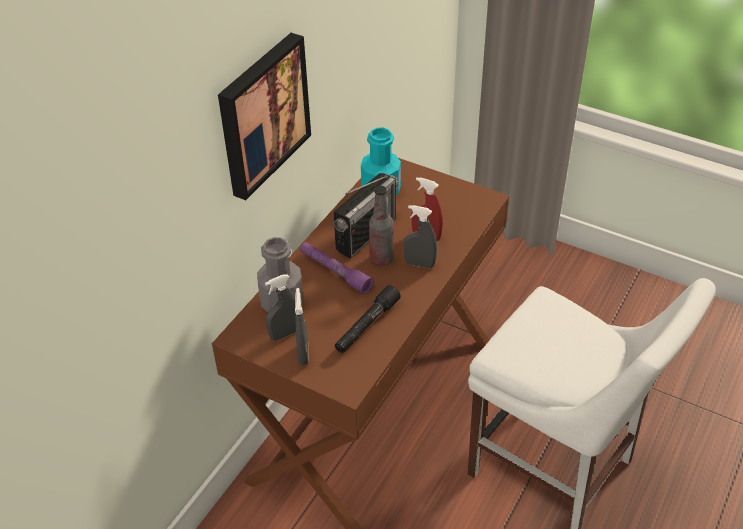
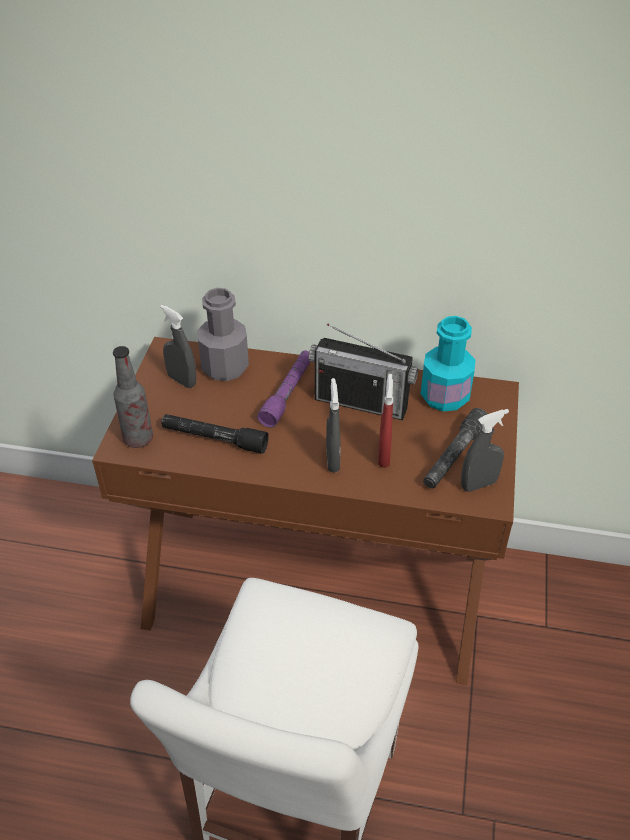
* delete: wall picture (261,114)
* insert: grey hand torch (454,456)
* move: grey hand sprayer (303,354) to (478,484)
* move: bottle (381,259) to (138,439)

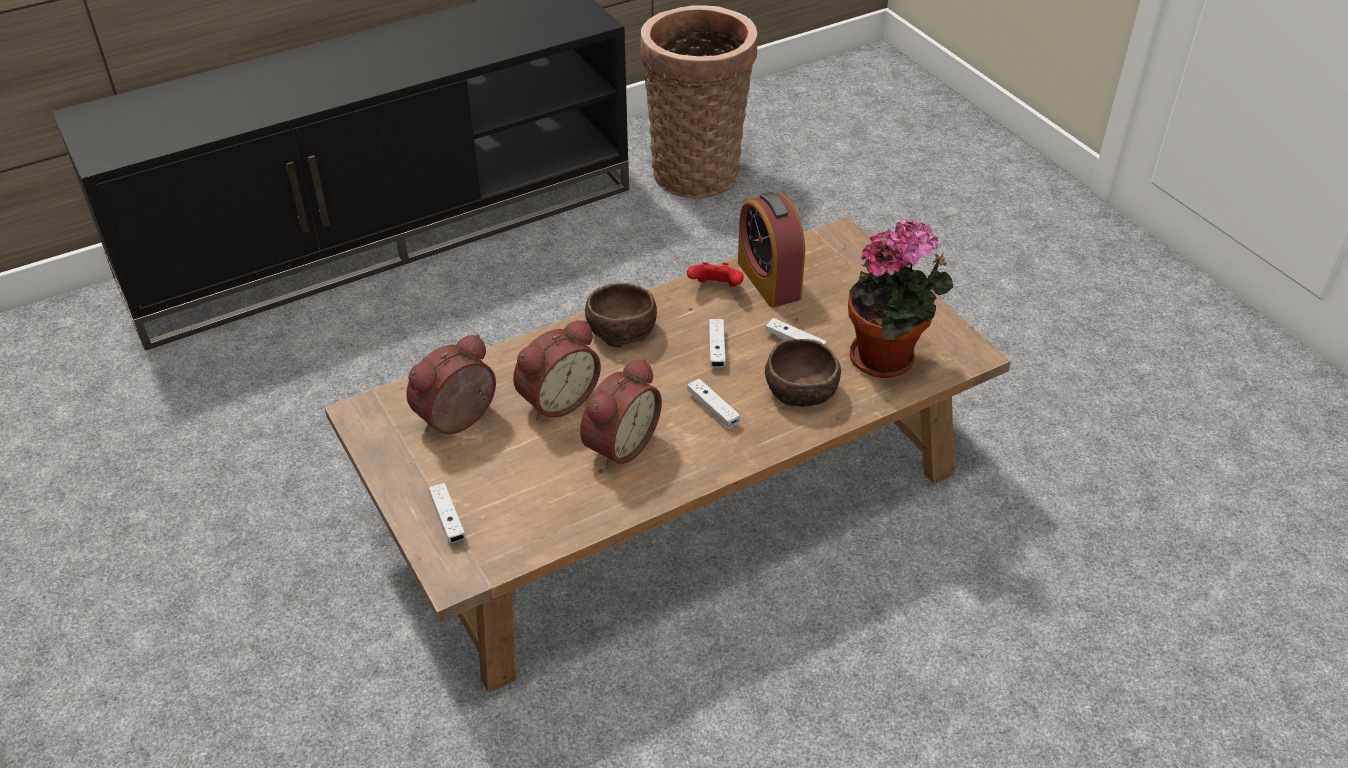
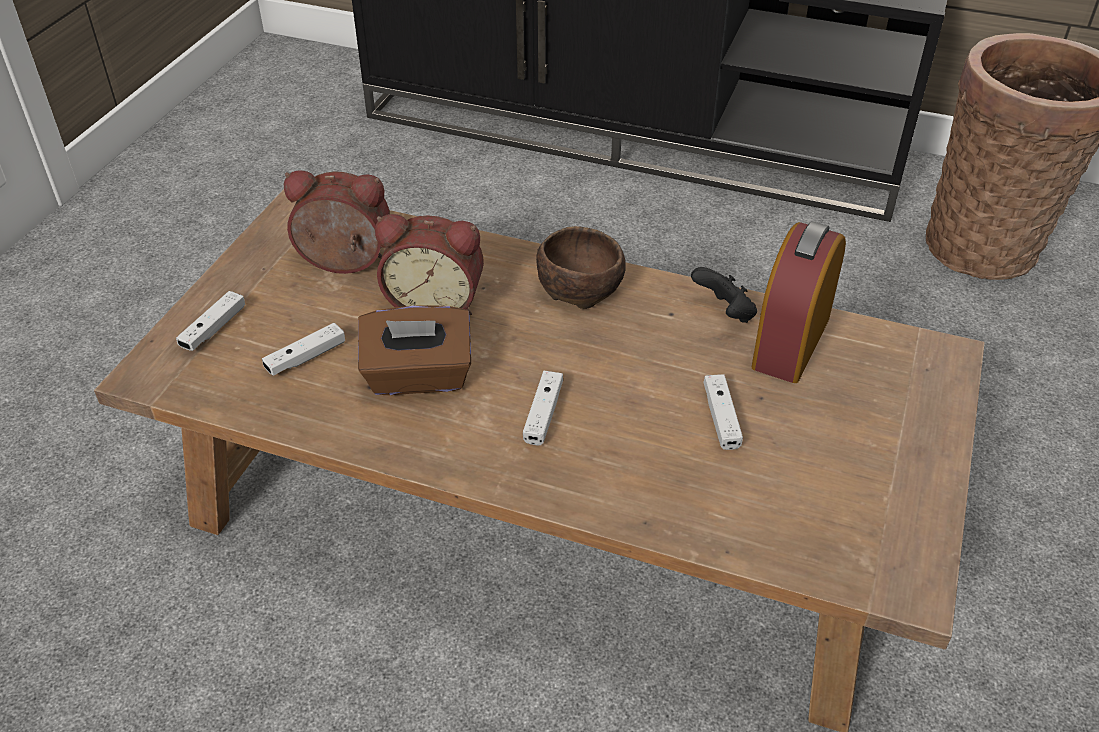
* delete: brown deep dish (802,391)
* delete: plant in a pot (888,359)
* move: whitish joypad (716,349) to (306,357)
* replace: alarm clock (618,444) to brown box of tissues (418,377)
* recolor: red-coloured joypad (716,288) to blackish joypad (724,313)

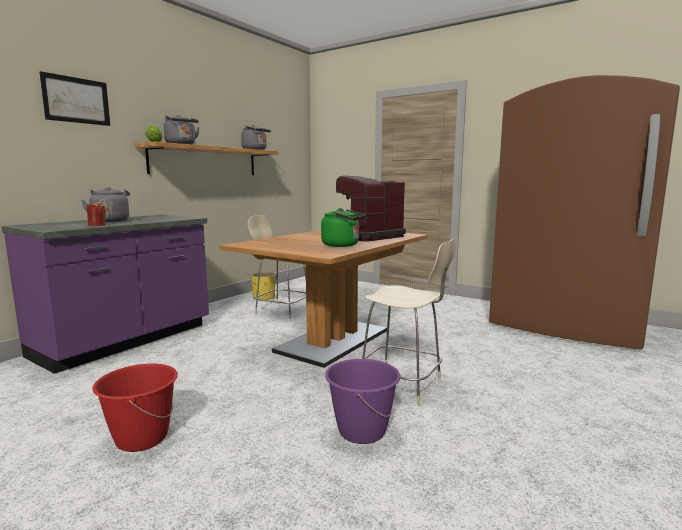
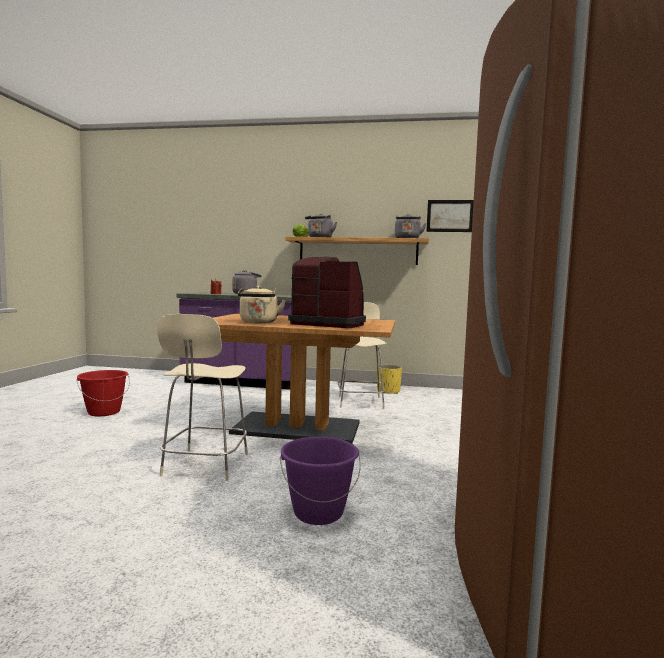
* move: wall picture (76,100) to (450,216)
* move: purple pail (361,431) to (318,512)
* recolor: green tea kettle (343,245) to beige tea kettle (258,322)

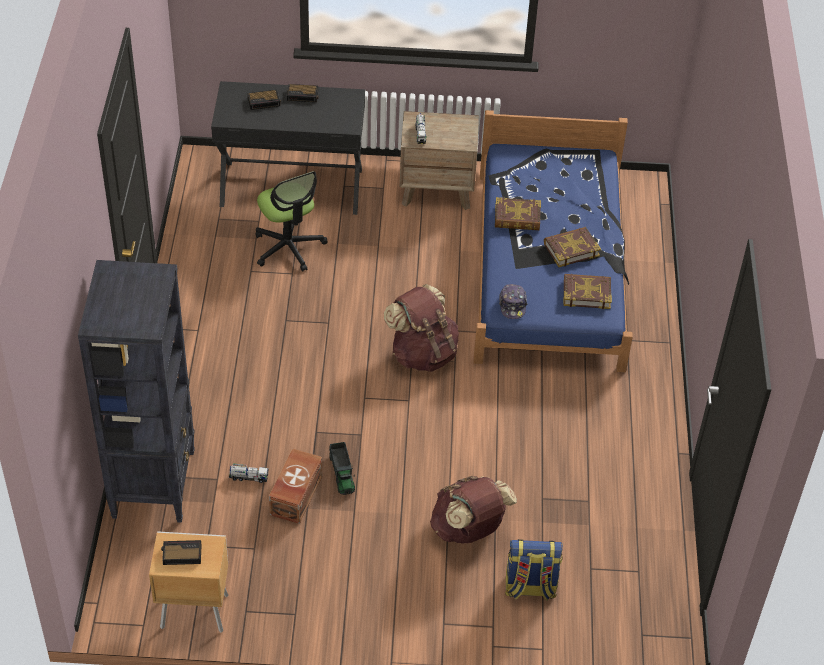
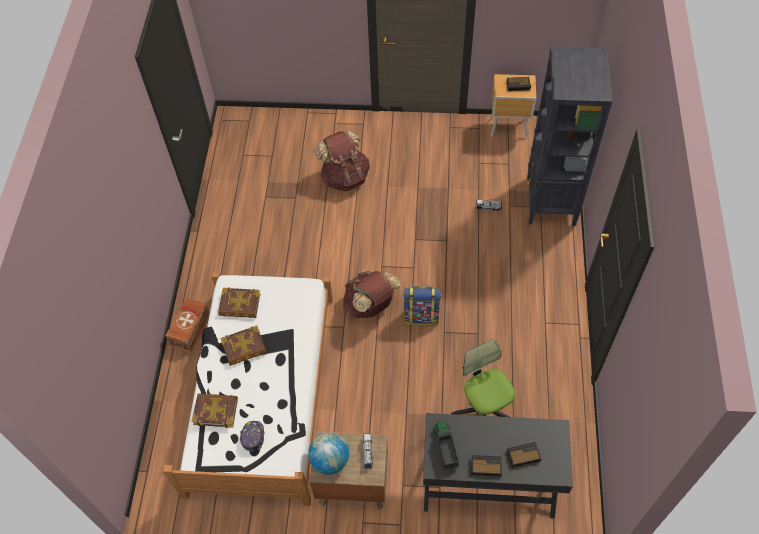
* insert: desk globe (330,460)
* move: brown storage box (295,495) to (191,329)
* move: toy lorry (342,473) to (445,448)
* move: book (517,218) to (216,411)
* move: peaked cap (512,305) to (252,437)
* move: backpack (530,587) to (421,316)
* recolor: blue-coloured bed (548,268) to whitish bed (261,392)

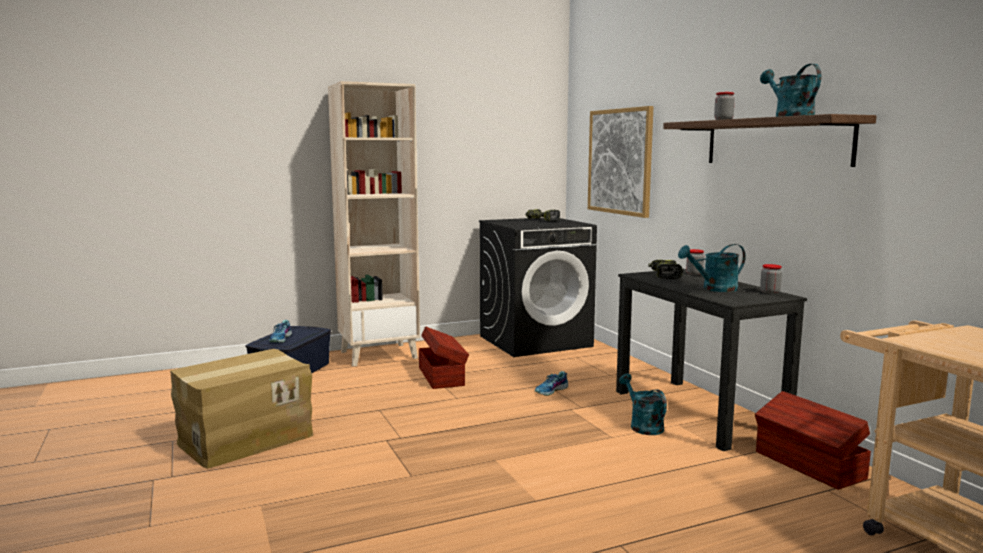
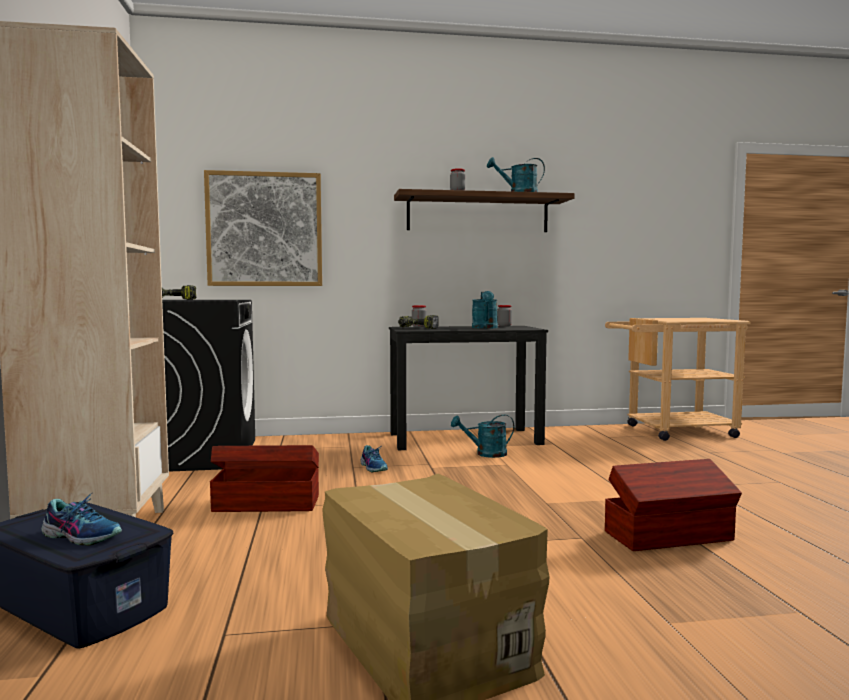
* move: brown storage box (809,466) to (670,536)

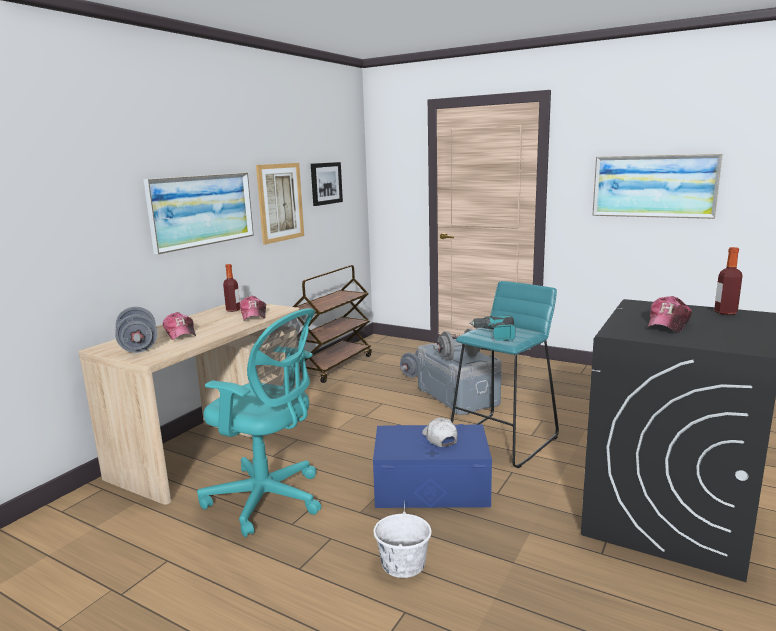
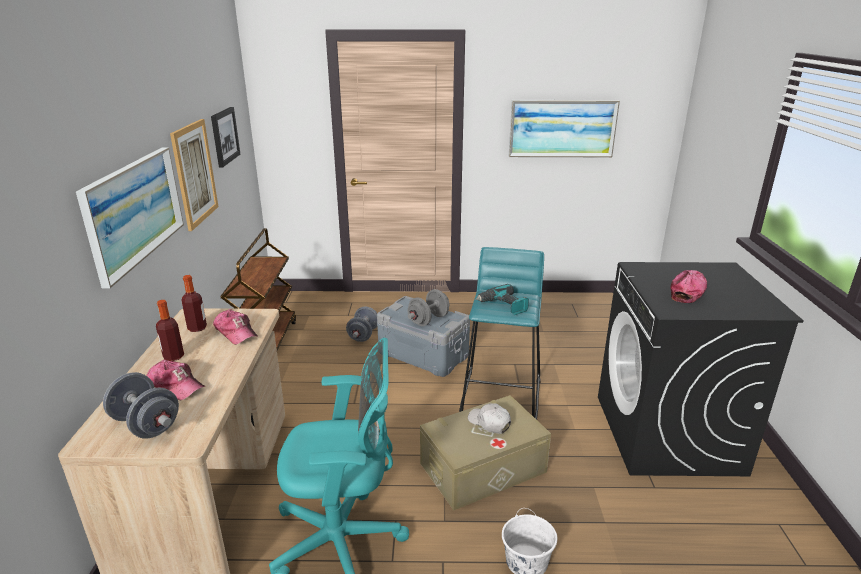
* move: bottle (725,312) to (173,357)
* recolor: blue-coloured storage box (431,486) to beige storage box (482,468)
* rotate: peaked cap (668,324) = (688,291) 150 degrees counterclockwise

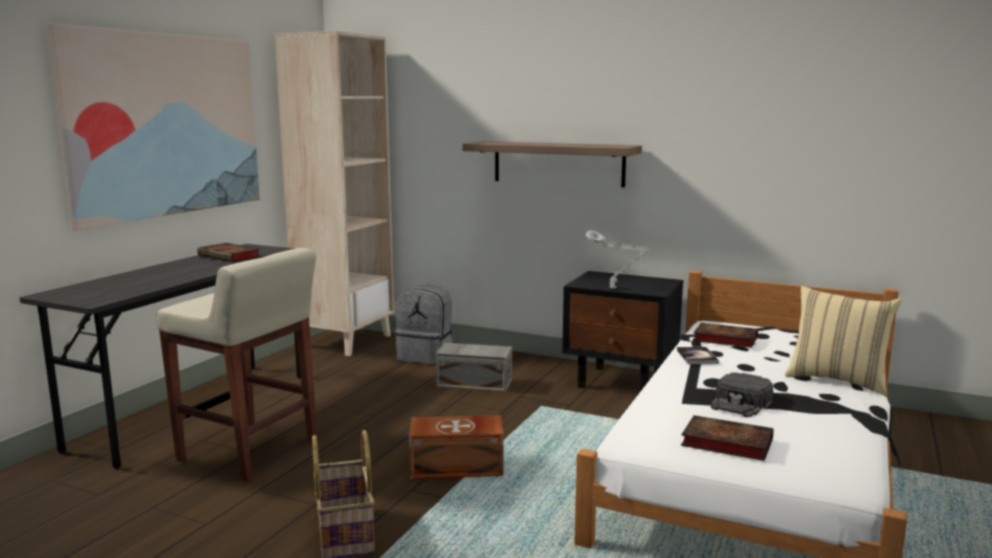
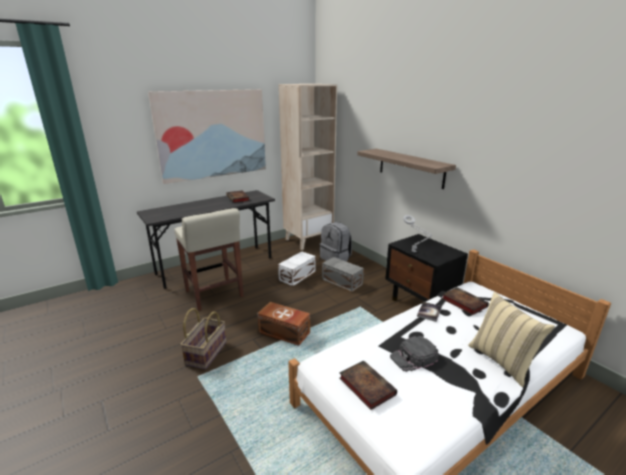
* insert: whitish storage box (296,276)

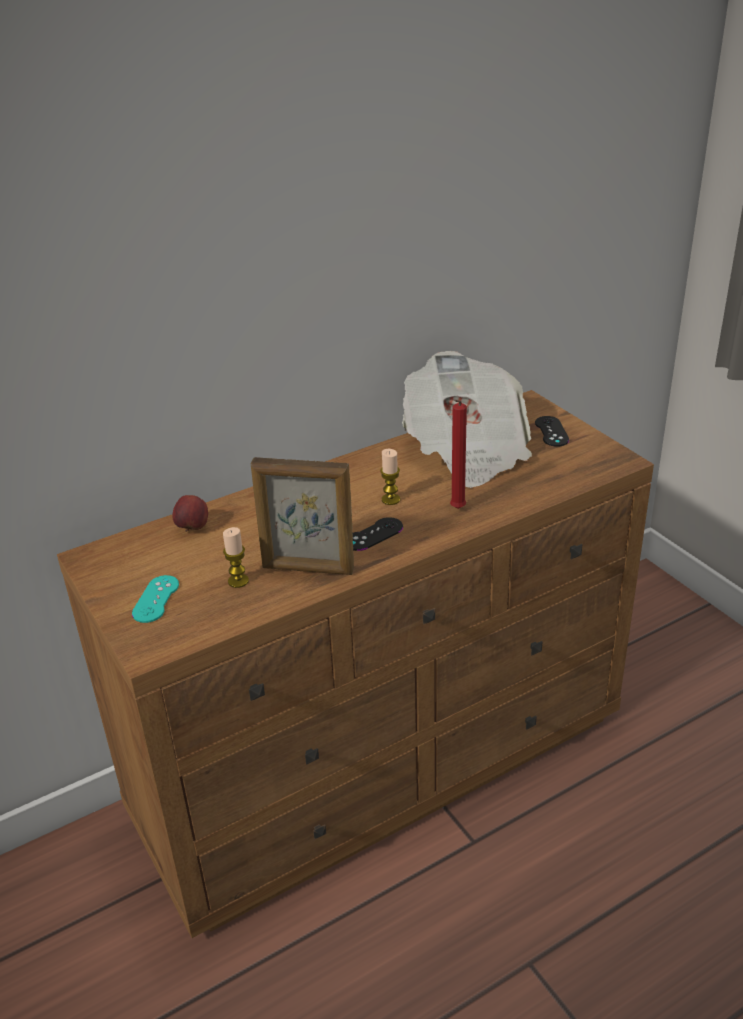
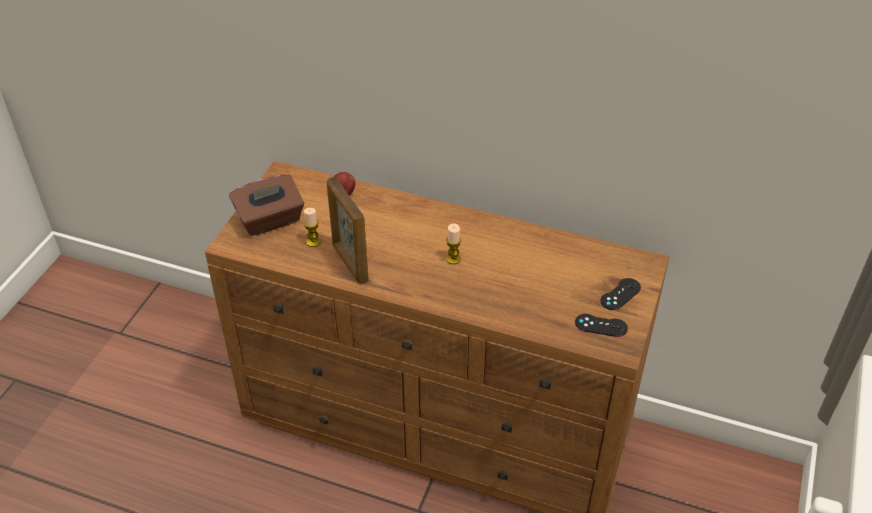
* delete: printed paper (466,450)
* delete: red-coloured wax candle (456,510)
* move: blackish joypad (373,534) to (601,325)
* replace: blue-green joypad (156,599) to brown box of tissues (270,220)

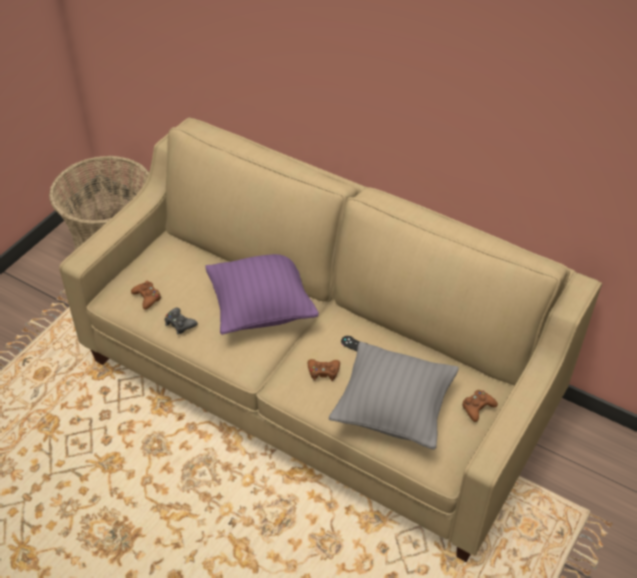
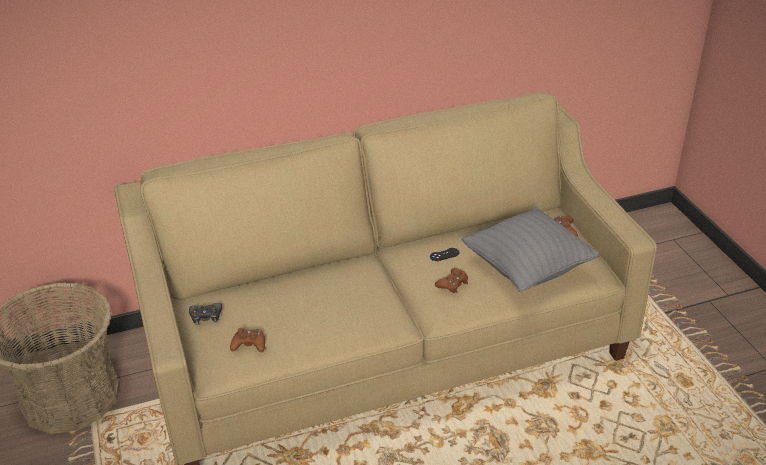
* delete: purple cushion (261,308)
* move: blackish joypad (180,324) to (206,316)

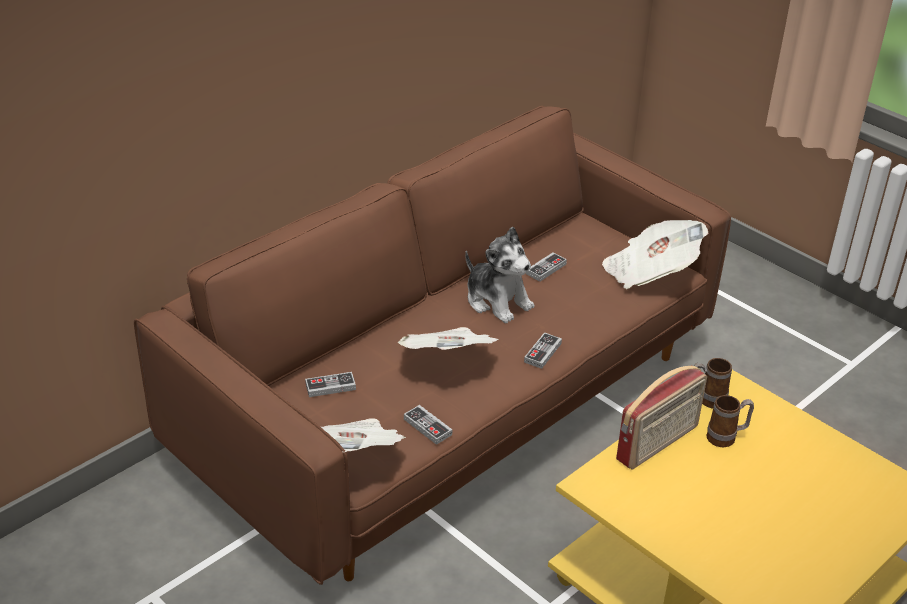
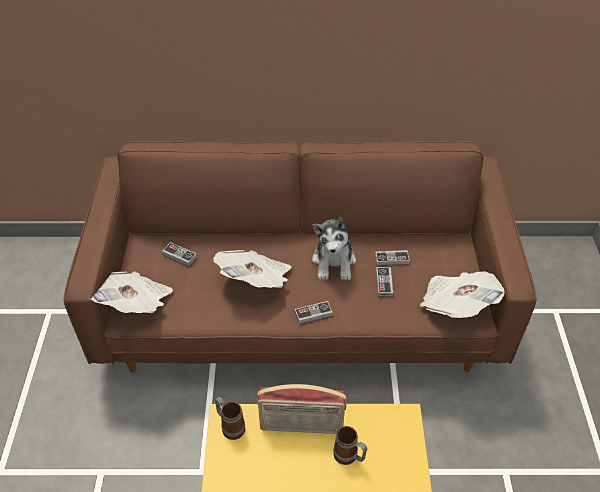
* move: joypad (427,427) to (384,283)
* move: tea mug (706,400) to (230,426)

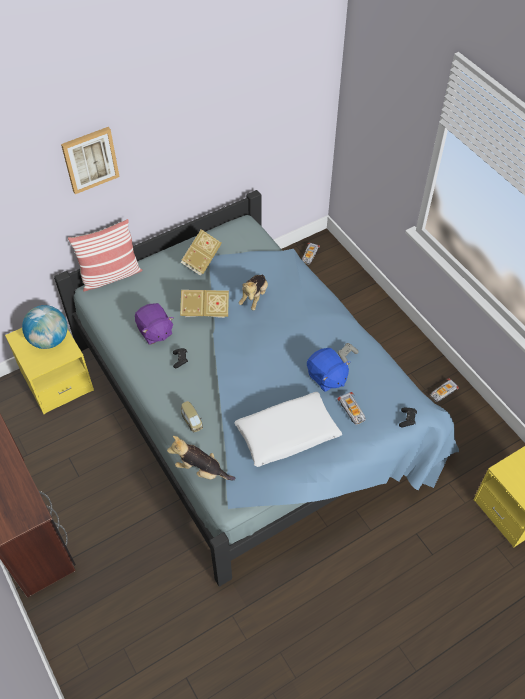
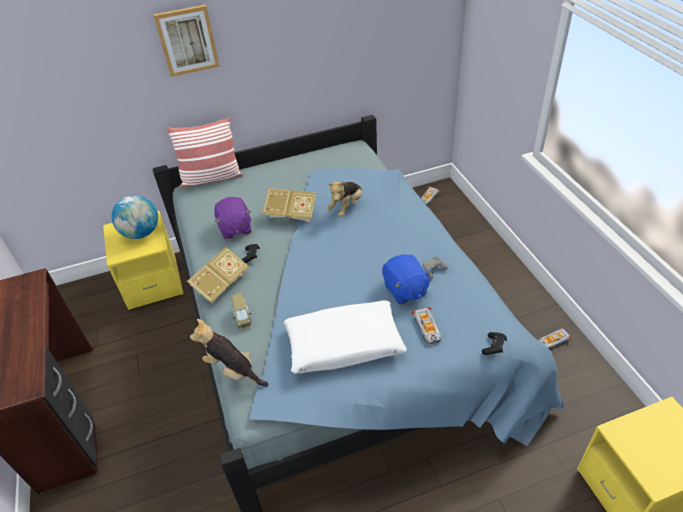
* move: book (201,260) to (220,284)

